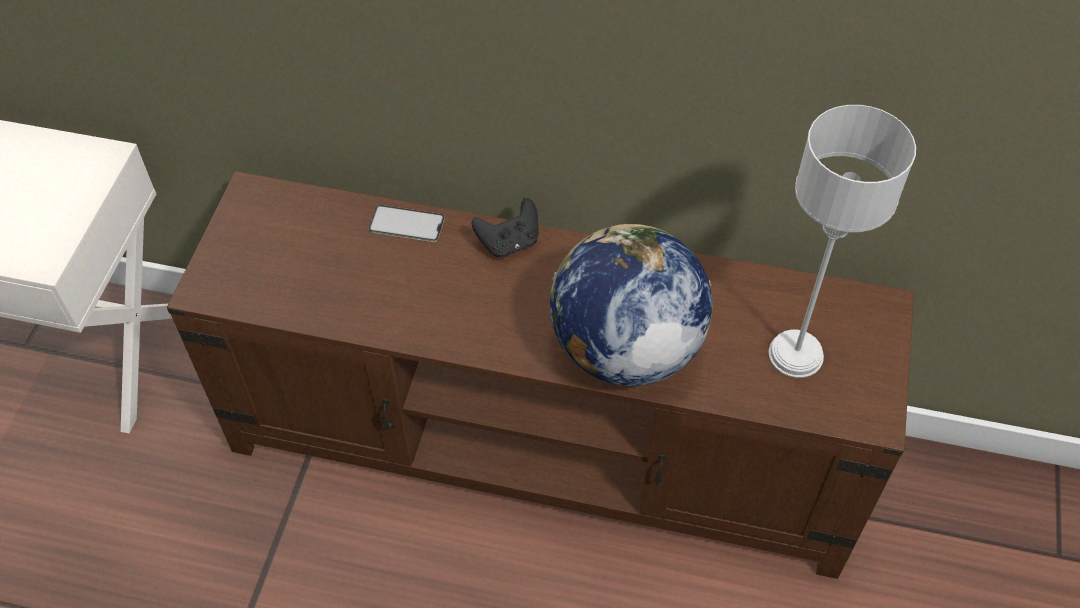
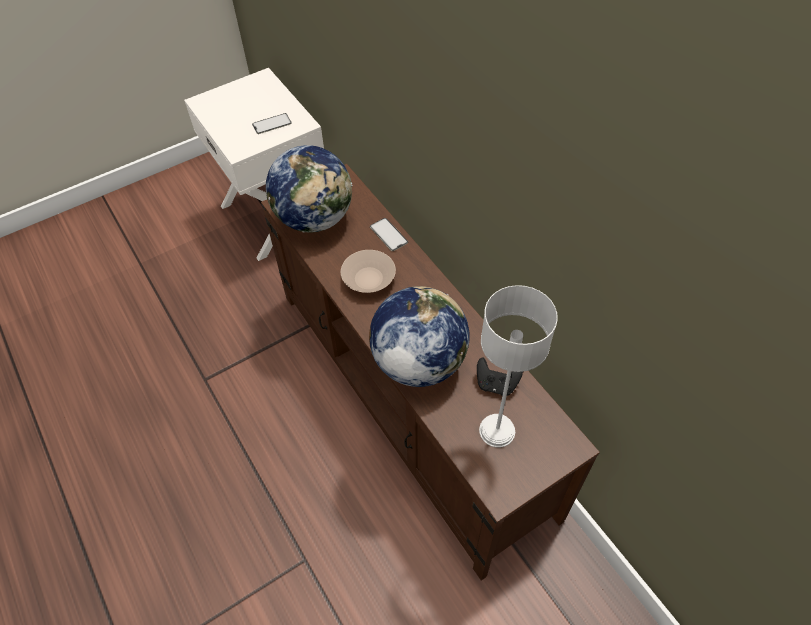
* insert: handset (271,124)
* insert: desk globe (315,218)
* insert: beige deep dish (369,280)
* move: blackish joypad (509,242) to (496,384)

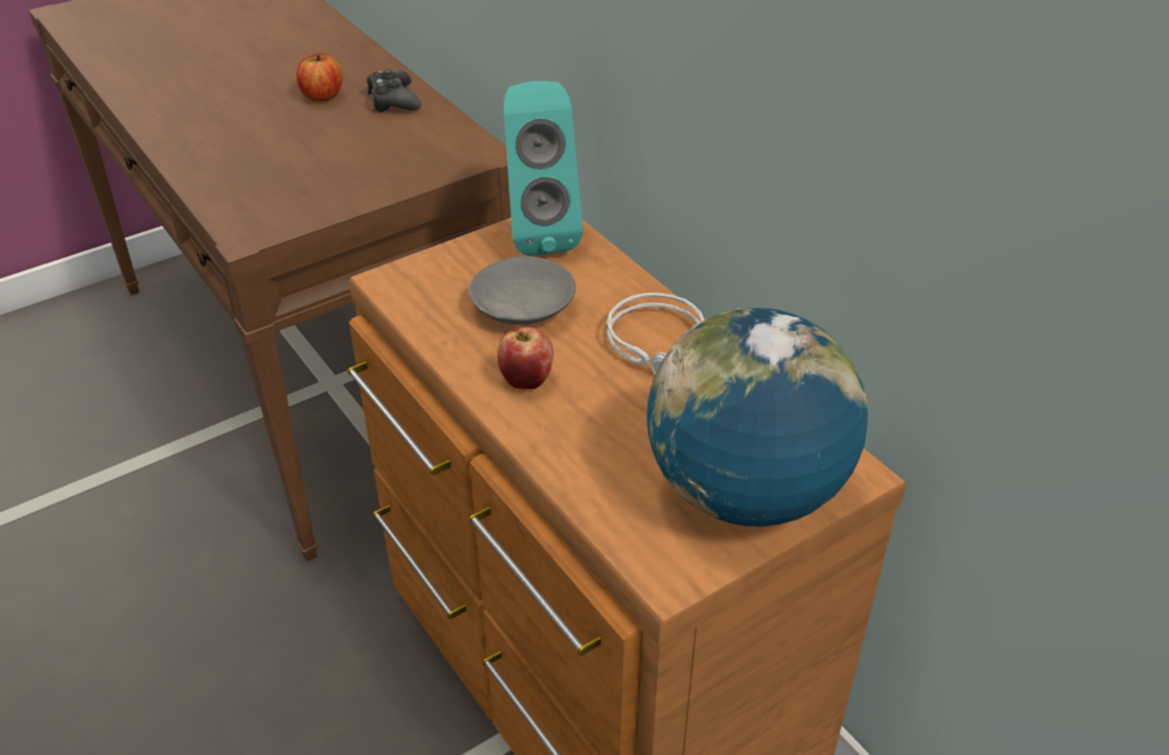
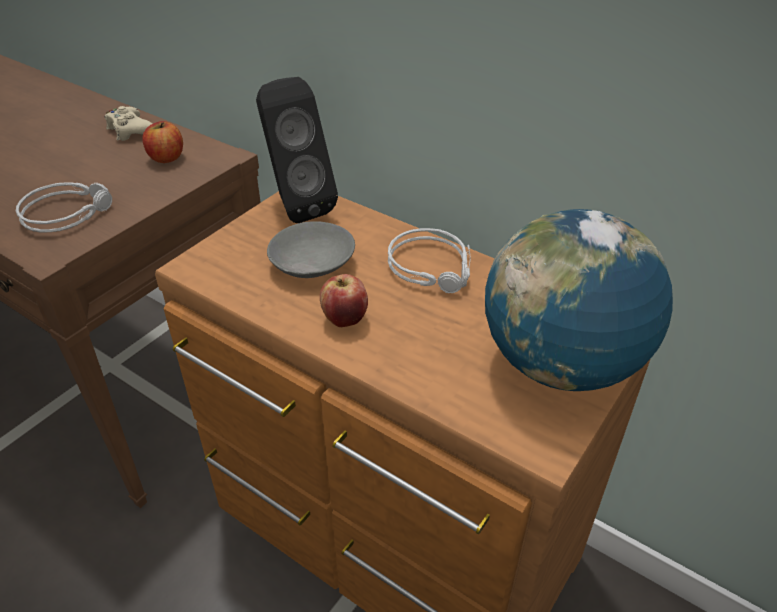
* insert: grey headset (68,212)
* move: apple (322,96) to (166,158)
* recolor: blackish joypad (393,100) to beige joypad (130,130)
* recolor: blue-green speaker (539,233) to blackish speaker (295,206)

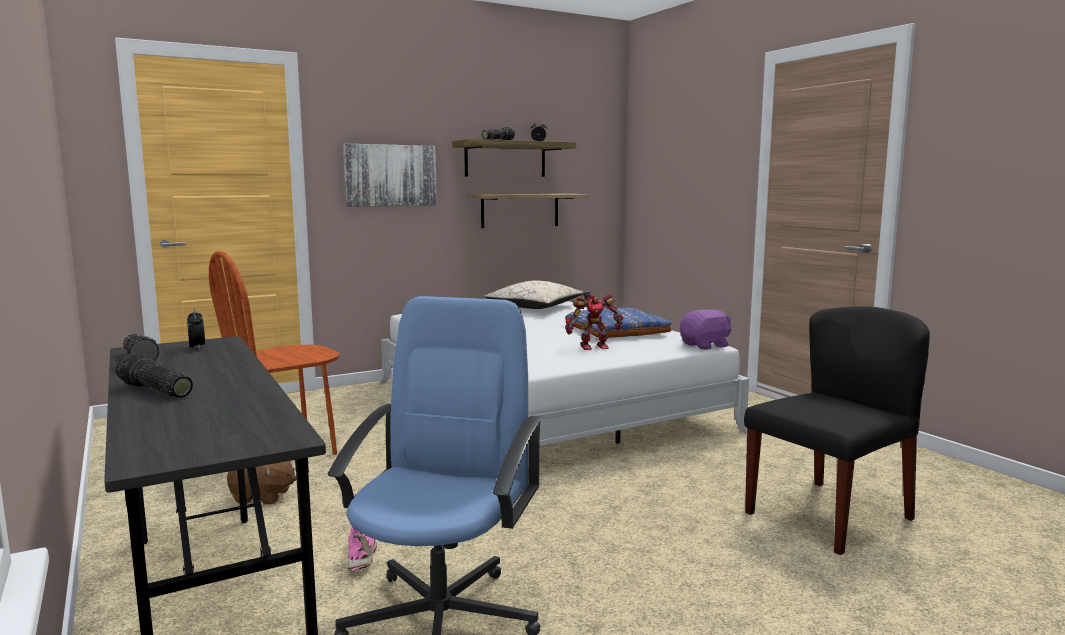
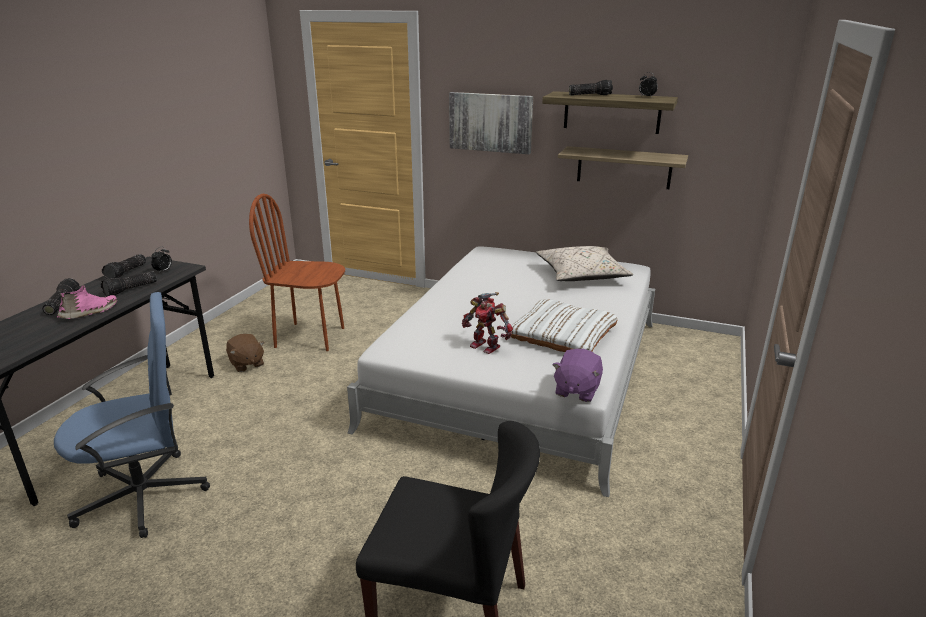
* insert: hand torch (131,289)
* move: pink-coloured low shoe (361,555) to (90,313)
* recolor: blue-coloured cushion (616,331) to whitish cushion (563,334)
* rotate: purple cuddly toy (705,346) = (576,390) 90 degrees clockwise

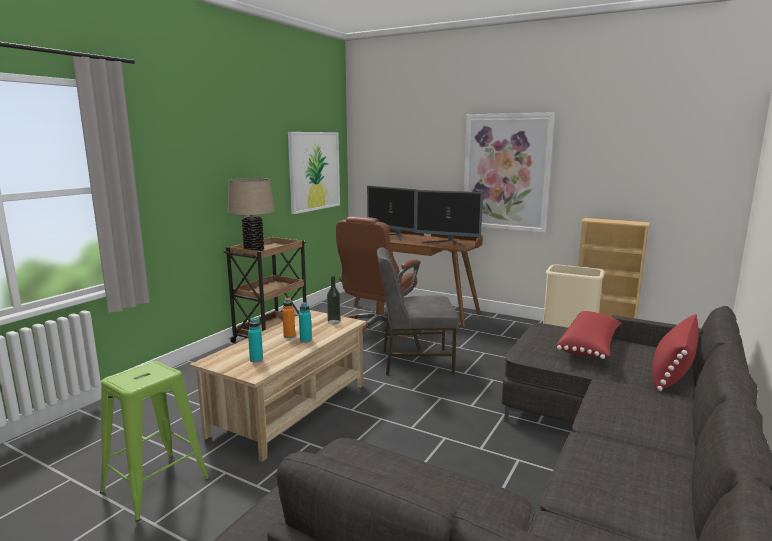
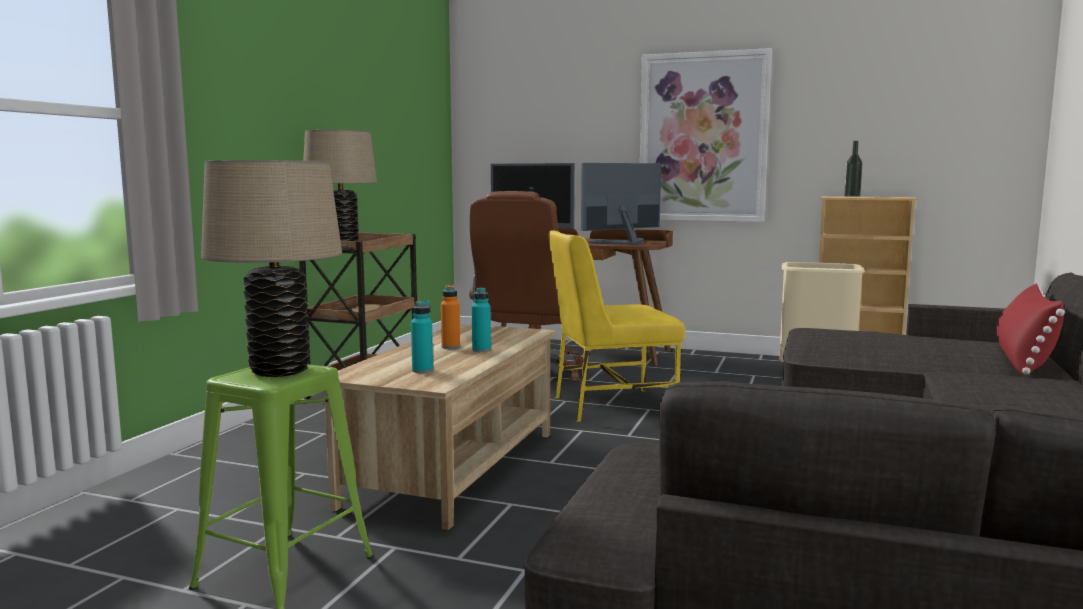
* delete: wall picture (314,171)
* delete: red-coloured cushion (590,347)
* insert: beige lamp for a table (279,370)
* move: bottle (334,322) to (852,196)
* recolor: grey plain chair (415,362) to yellow plain chair (611,405)
* rotate: computer display (447,243) = (623,243) 135 degrees clockwise

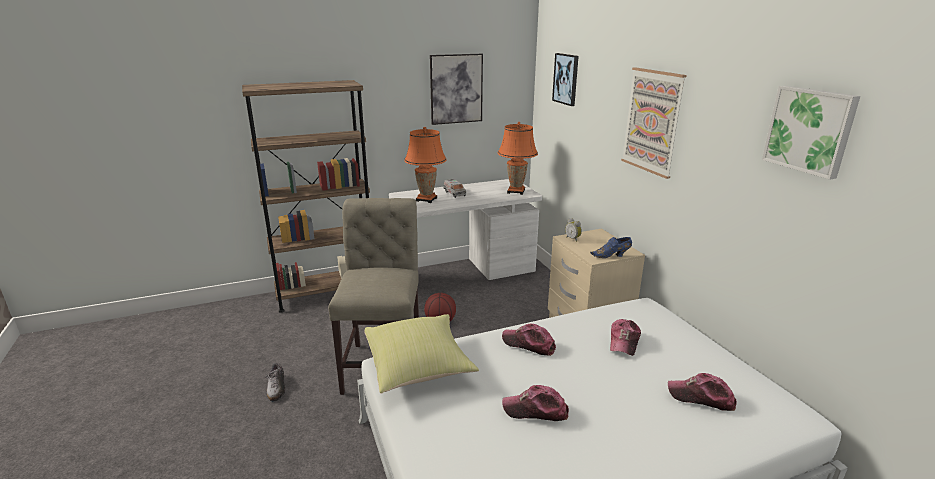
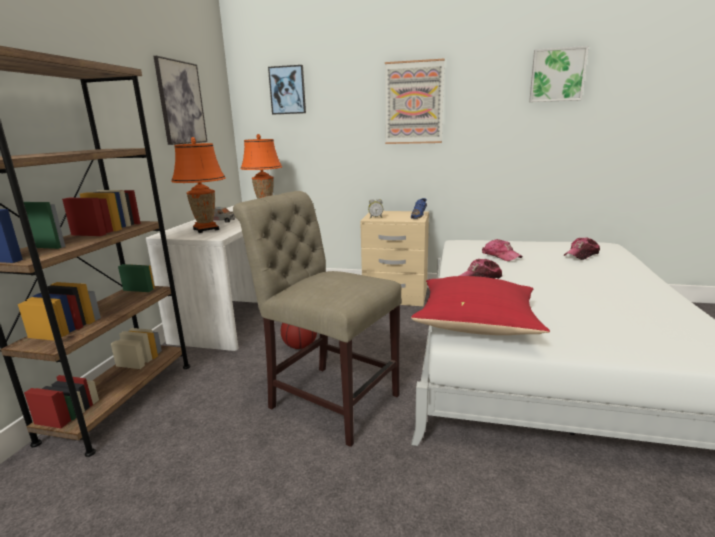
* delete: low shoe (276,388)
* delete: peaked cap (535,410)
* recolor: yellow cushion (419,367) to red-coloured cushion (477,324)

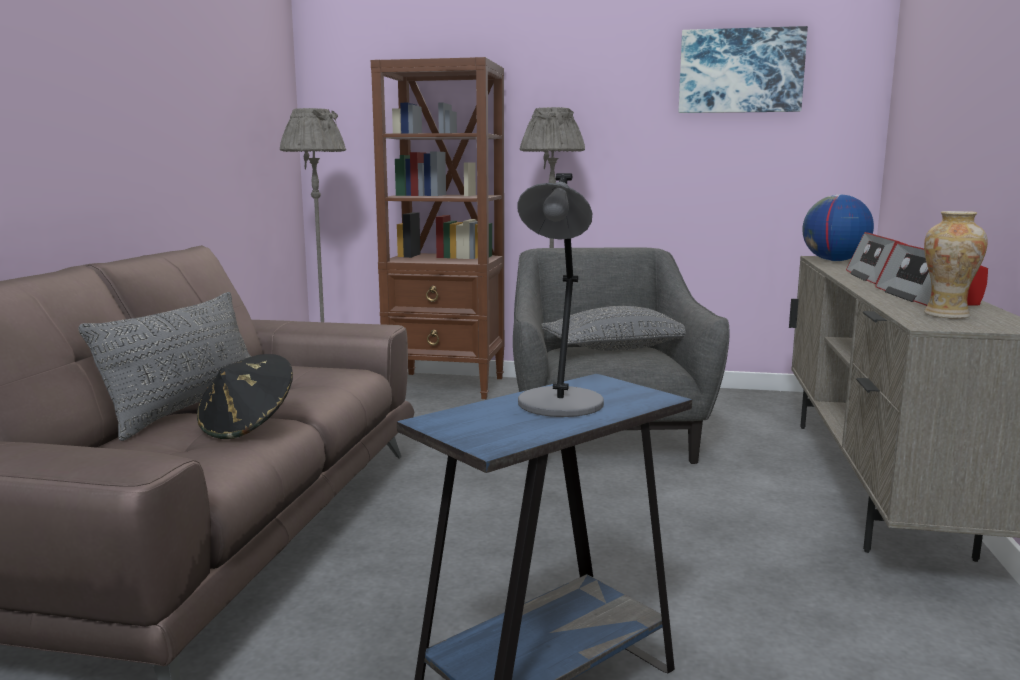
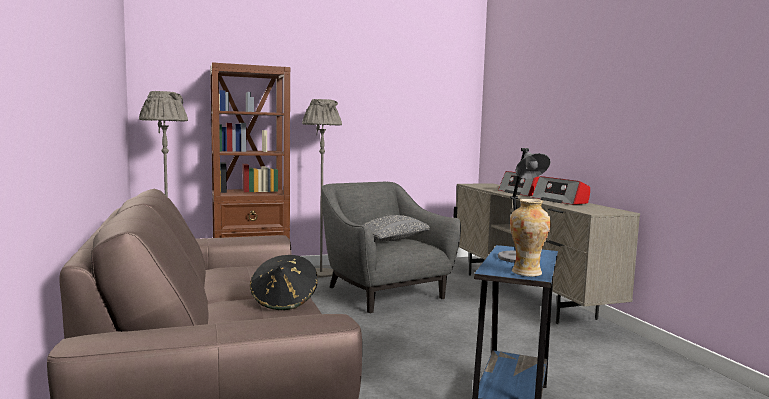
* delete: grey cushion (188,408)
* delete: wall picture (740,71)
* delete: desk globe (834,261)
* move: decorative vase (946,315) to (527,273)

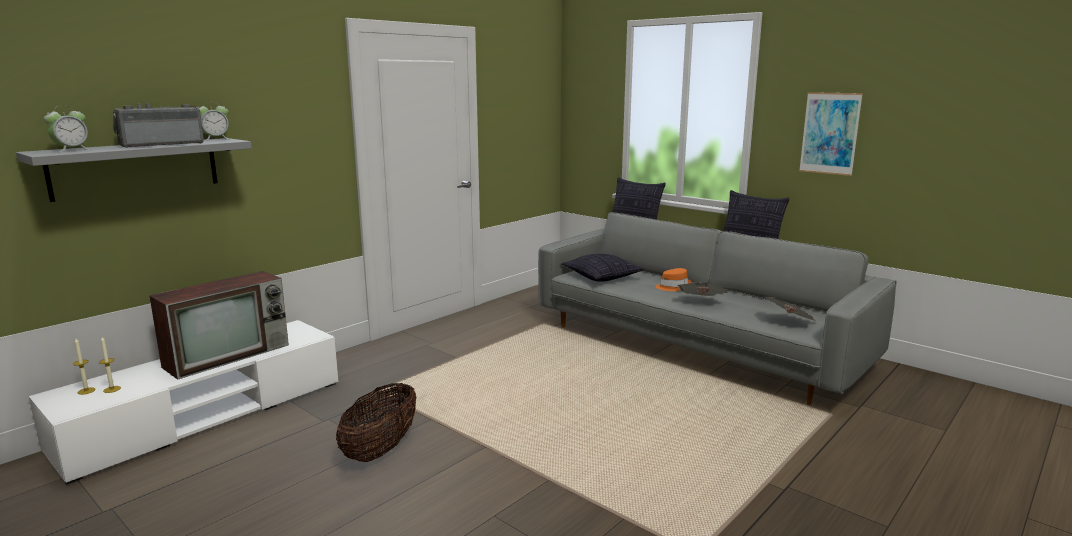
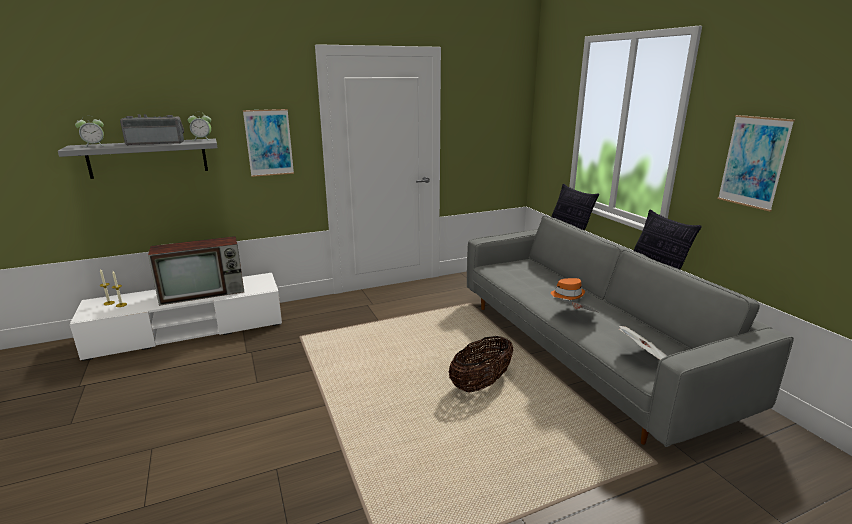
* delete: cushion (602,277)
* insert: wall picture (269,142)
* move: household basket (381,449) to (481,383)

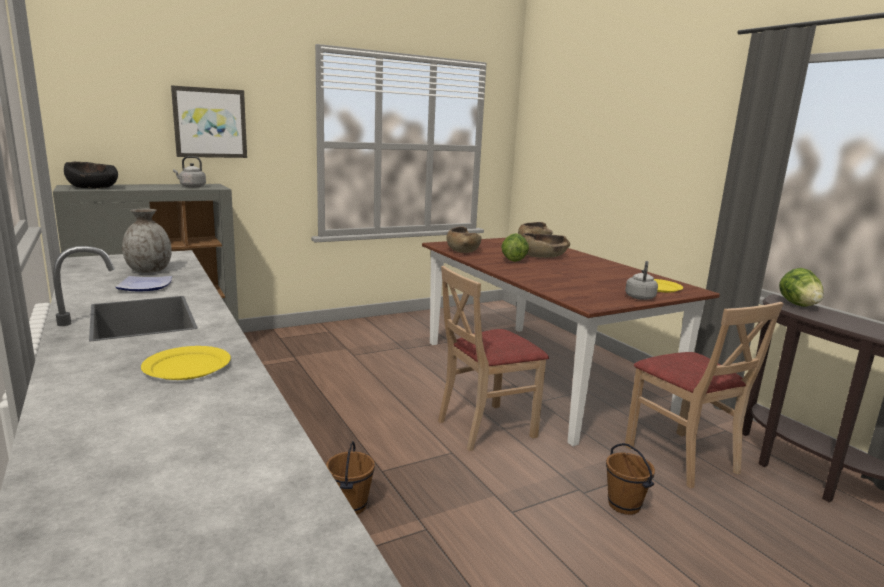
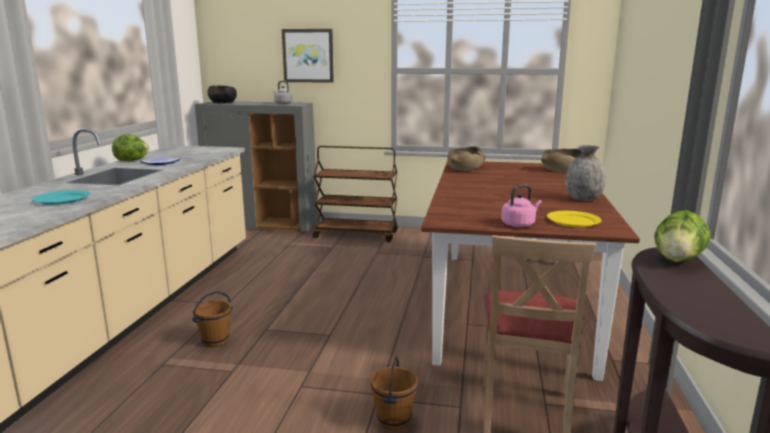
* delete: beige plain chair (485,427)
* delete: brown deep dish (542,256)
* insert: brown cart (357,235)
* move: grey decorative vase (149,271) to (583,199)
* move: lettuce head (513,260) to (132,160)
* recolor: yellow dinner plate (187,367) to blue-green dinner plate (62,199)
* recolor: grey tea kettle (640,297) to pink-coloured tea kettle (519,224)

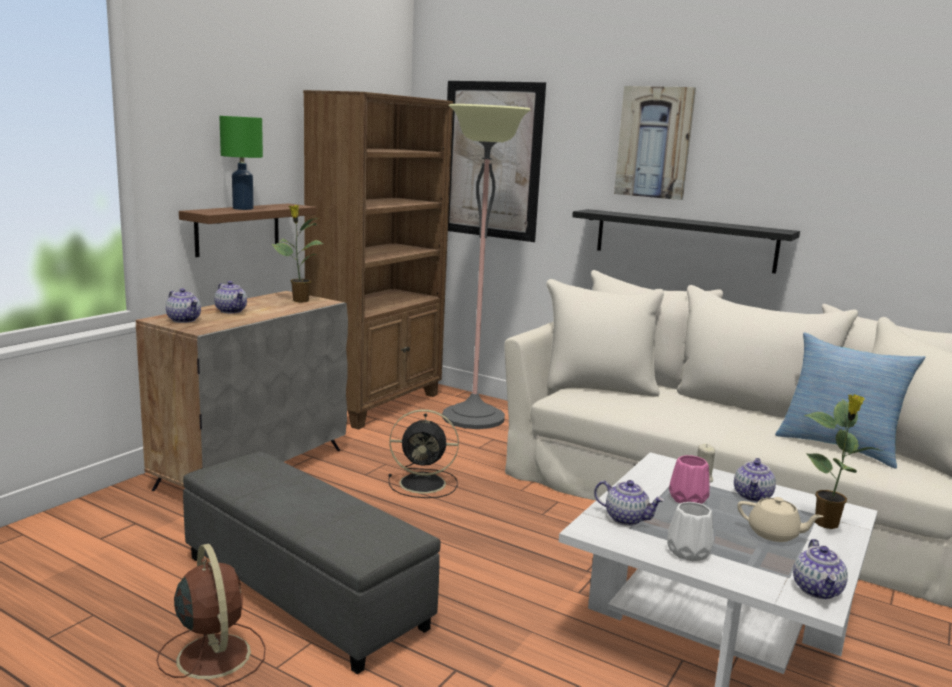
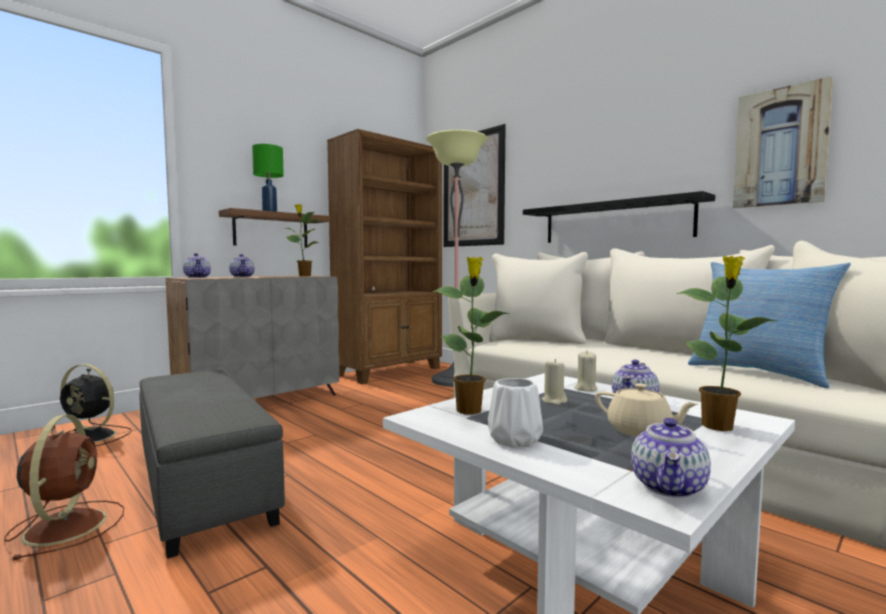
* move: blackish fan (424,483) to (91,437)
* move: wall picture (654,142) to (780,147)
* replace: pot for tea (626,518) to plant in a pot (470,411)
* replace: pink-coloured decorative vase (686,499) to beige wax candle (554,401)

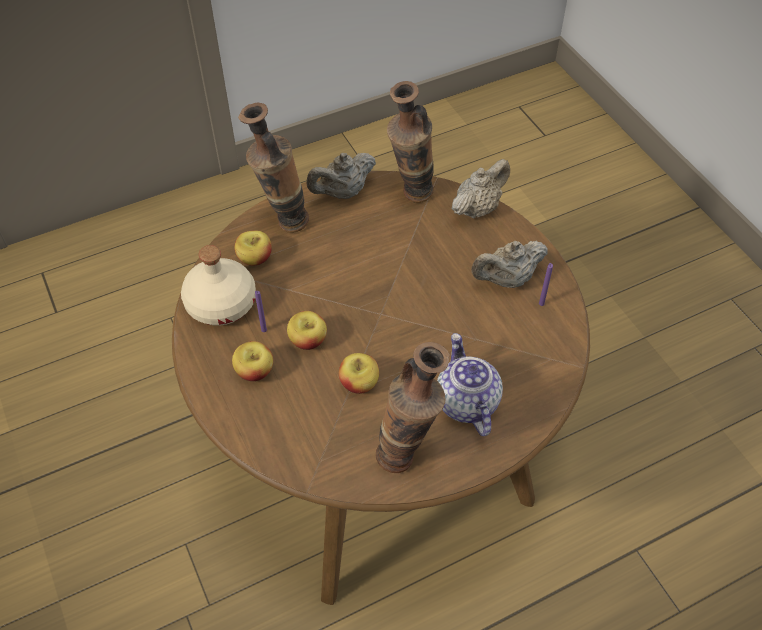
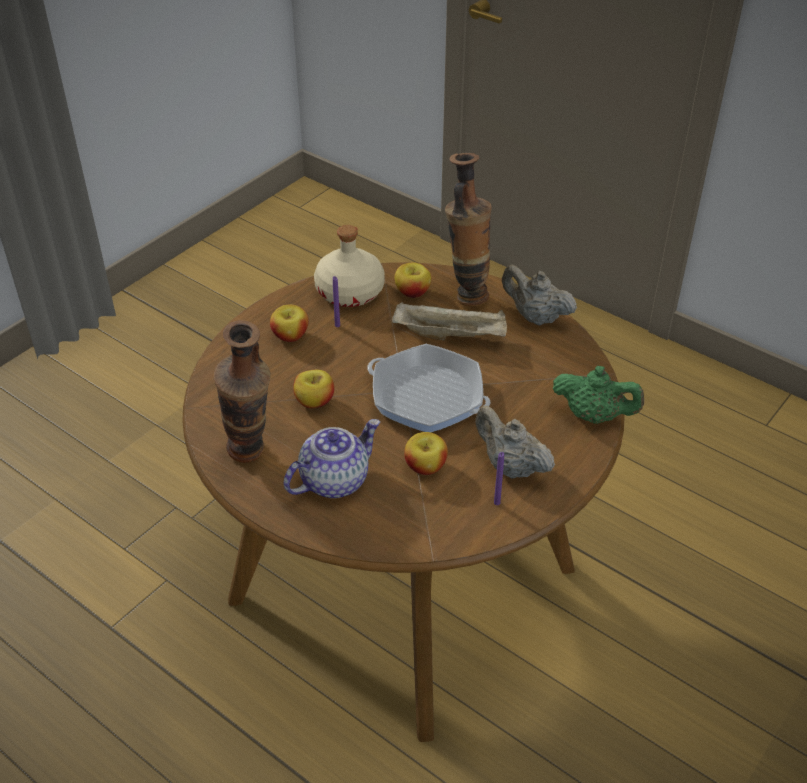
* delete: decorative vase (410,198)
* insert: skillet (427,397)
* insert: beige serving tray (451,335)
* move: apple (308,340) to (425,466)
* recolor: beige pot for tea (478,208) to green pot for tea (594,416)

